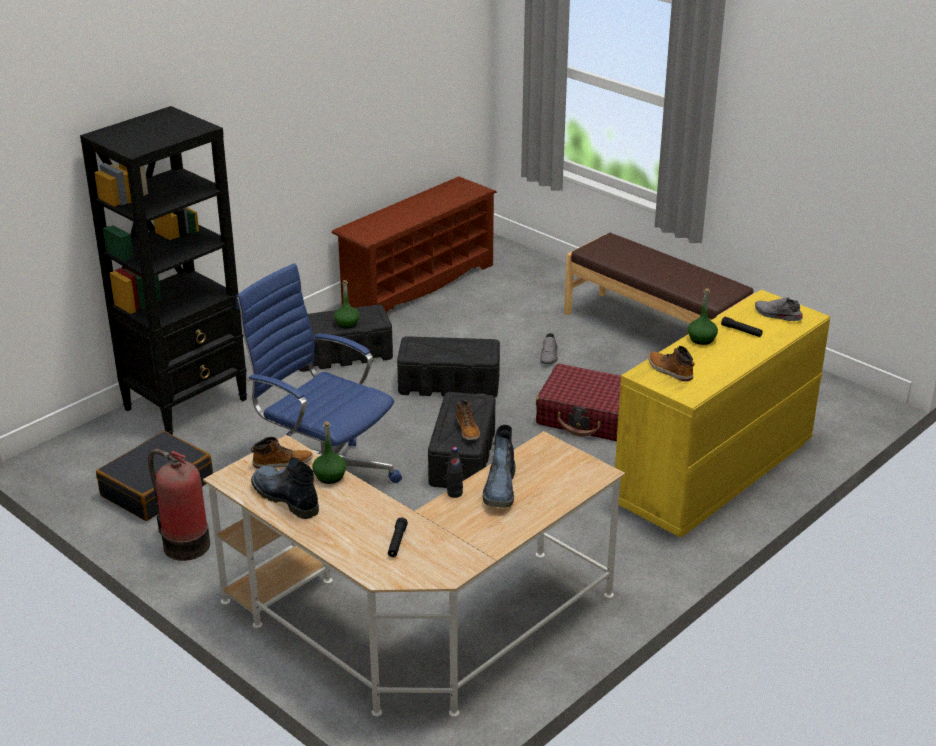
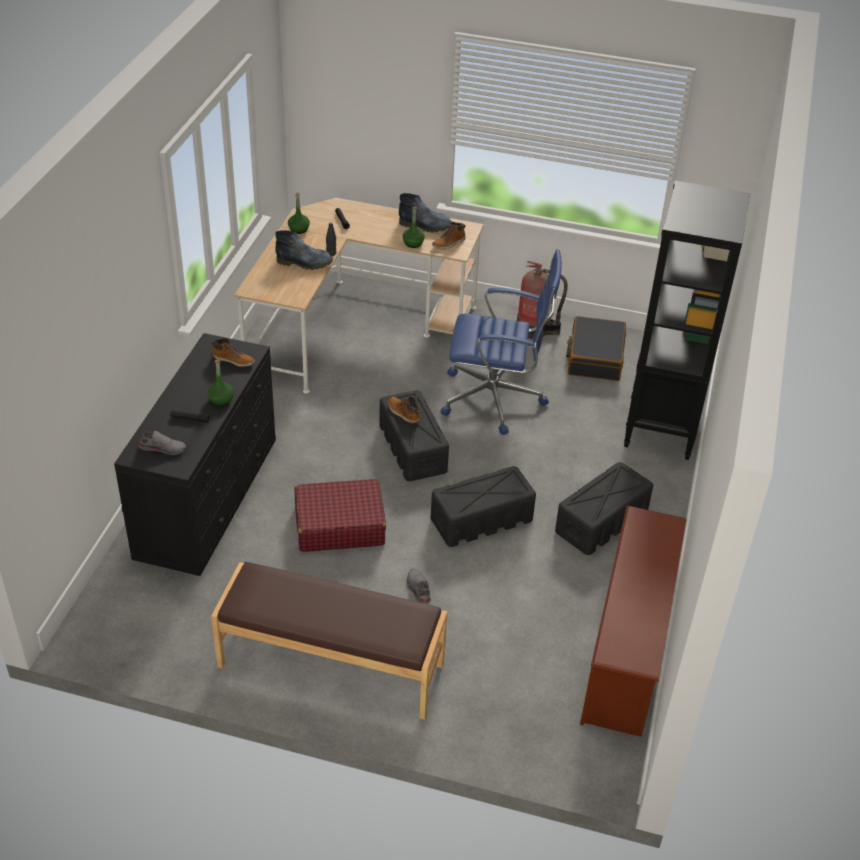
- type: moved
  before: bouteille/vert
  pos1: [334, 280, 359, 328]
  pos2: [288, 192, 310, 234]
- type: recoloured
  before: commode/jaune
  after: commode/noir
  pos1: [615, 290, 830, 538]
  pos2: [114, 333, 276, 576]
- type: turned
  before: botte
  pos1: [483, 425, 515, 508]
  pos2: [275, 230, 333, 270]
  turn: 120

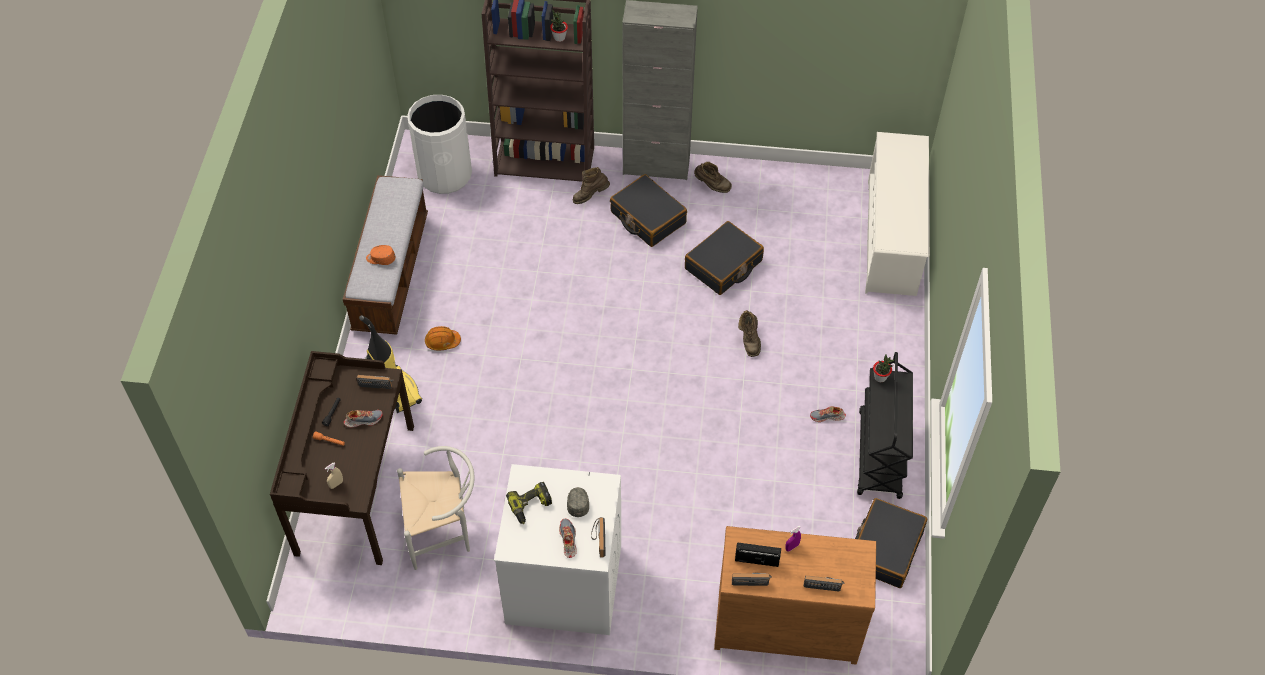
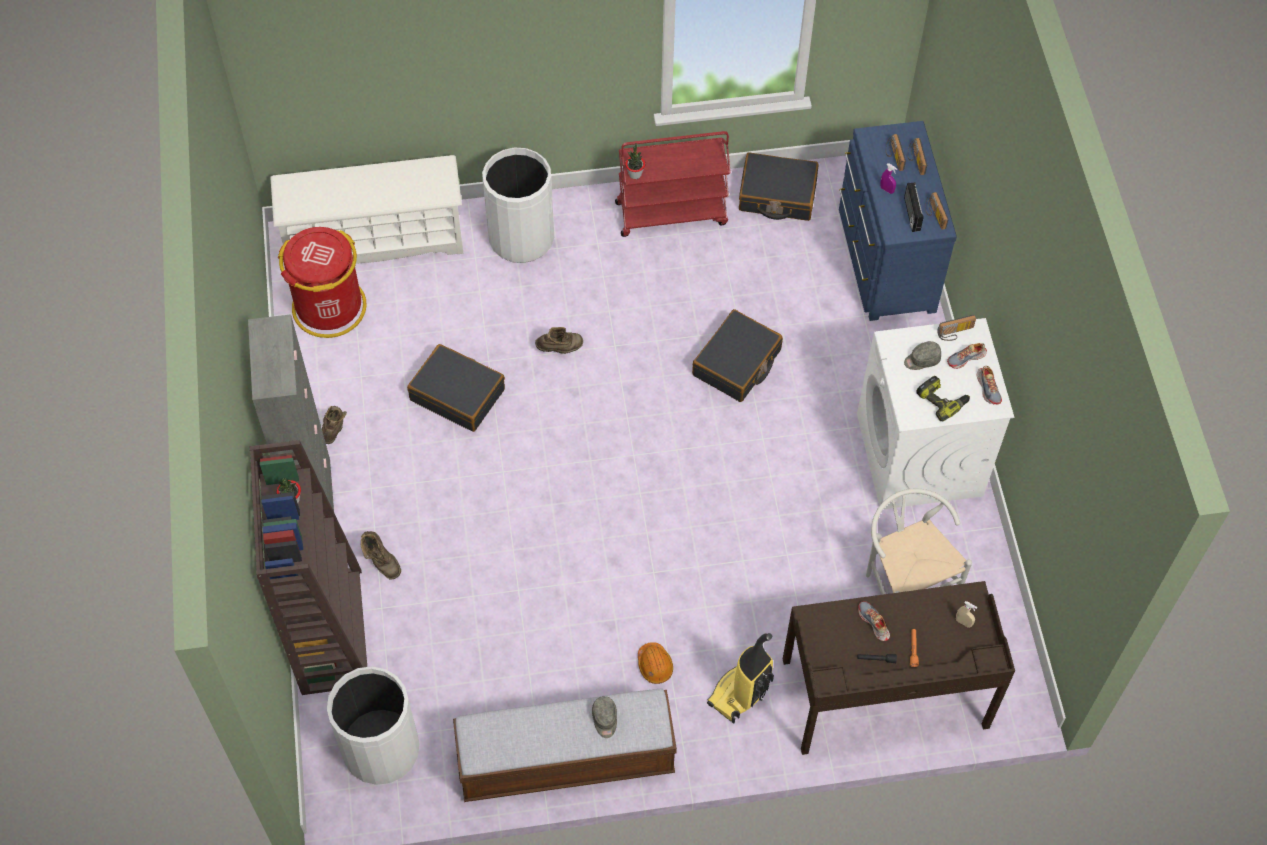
- type: moved
  before: valise/noir
  pos1: [610, 174, 687, 247]
  pos2: [692, 309, 783, 402]
- type: recoloured
  before: casquette/orange
  after: casquette/gris
  pos1: [366, 245, 396, 265]
  pos2: [592, 696, 617, 738]
- type: recoloured
  before: chariot/noir
  after: chariot/rouge
  pos1: [857, 352, 913, 499]
  pos2: [615, 131, 731, 237]
- type: moved
  before: radio
  pos1: [357, 375, 394, 389]
  pos2: [886, 134, 906, 171]
- type: moved
  before: chaussure
  pos1: [810, 406, 846, 422]
  pos2: [977, 366, 1002, 405]
- type: recoloured
  before: commode/marron
  after: commode/bleu
  pos1: [714, 526, 876, 664]
  pos2: [839, 121, 957, 321]
- type: added
  after: poubelle/blanc
  pos2: [482, 147, 554, 263]
- type: added
  after: poubelle/rouge
  pos2: [278, 227, 367, 338]

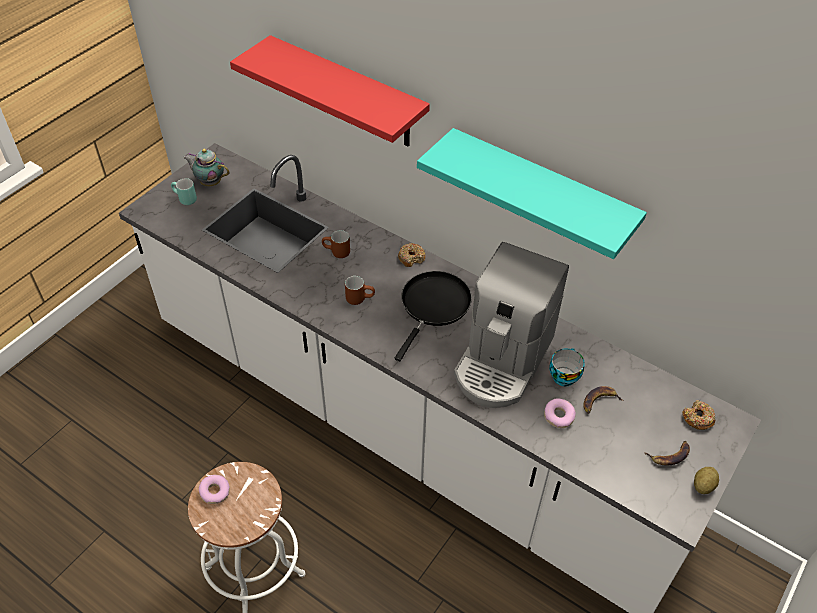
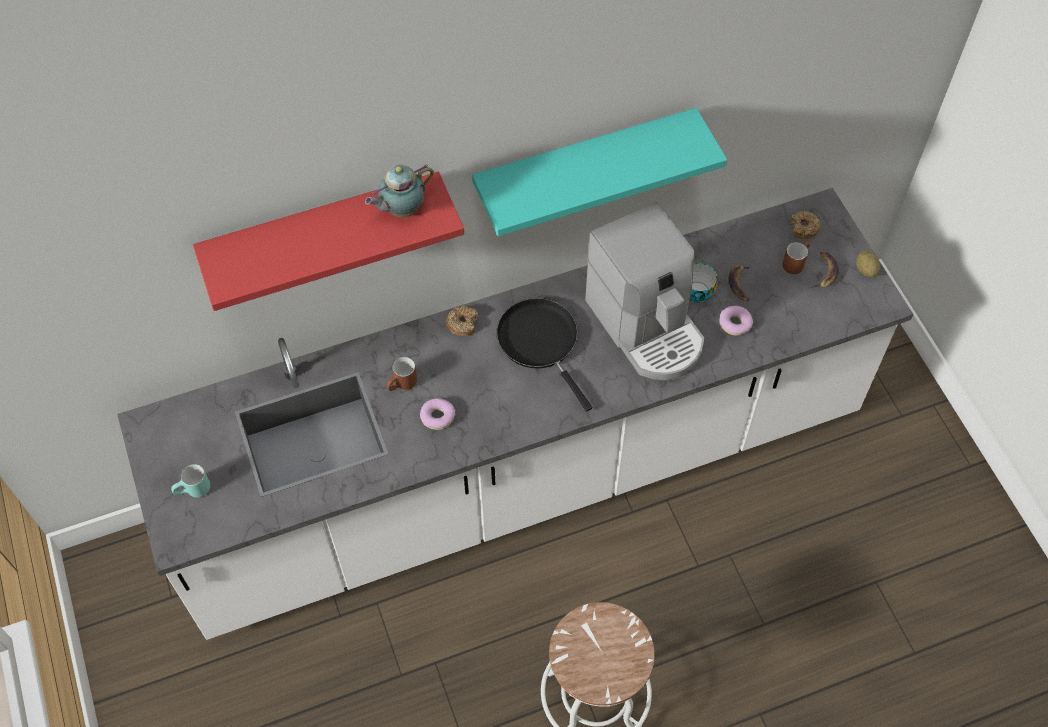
- type: moved
  before: théière
  pos1: [183, 149, 229, 186]
  pos2: [365, 164, 434, 218]
- type: moved
  before: mug/marron
  pos1: [345, 276, 375, 305]
  pos2: [783, 241, 810, 274]
- type: moved
  before: beignet
  pos1: [199, 475, 230, 504]
  pos2: [420, 398, 455, 430]

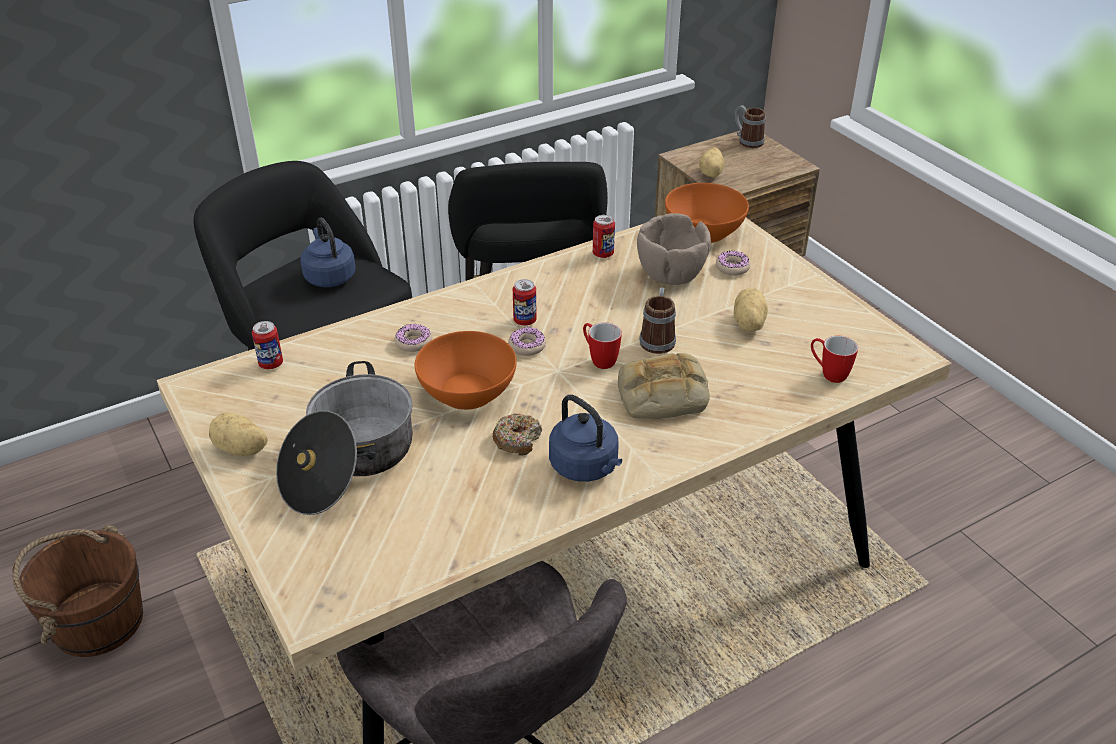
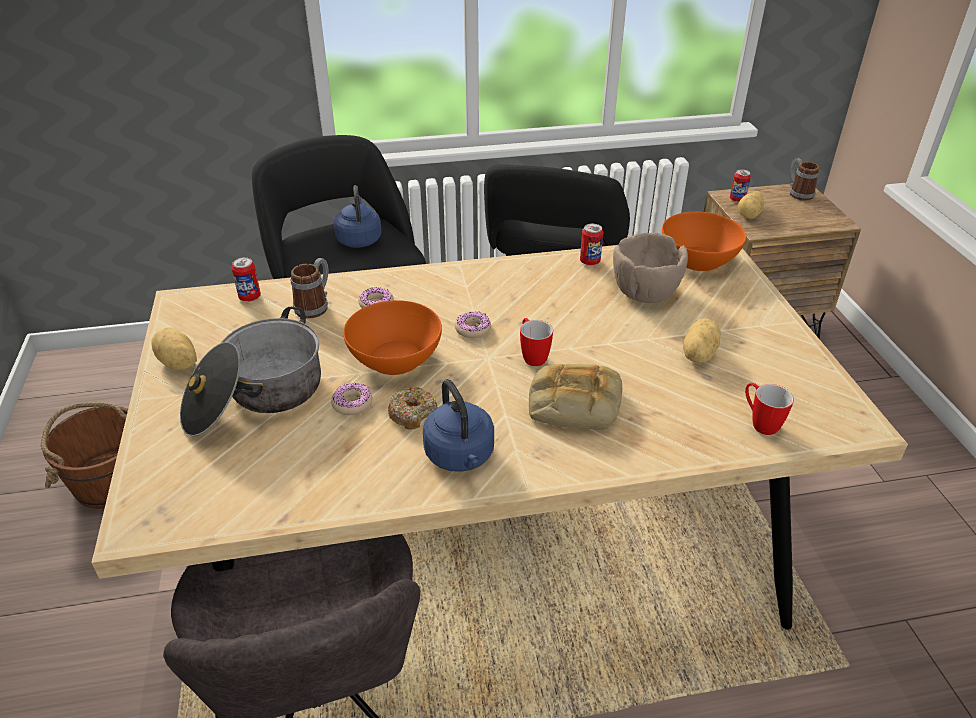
- type: moved
  before: beignet
  pos1: [716, 251, 750, 276]
  pos2: [331, 383, 372, 415]
- type: moved
  before: boîte métallique
  pos1: [513, 279, 537, 326]
  pos2: [730, 169, 751, 202]
- type: moved
  before: mug
  pos1: [639, 288, 676, 354]
  pos2: [290, 258, 328, 319]

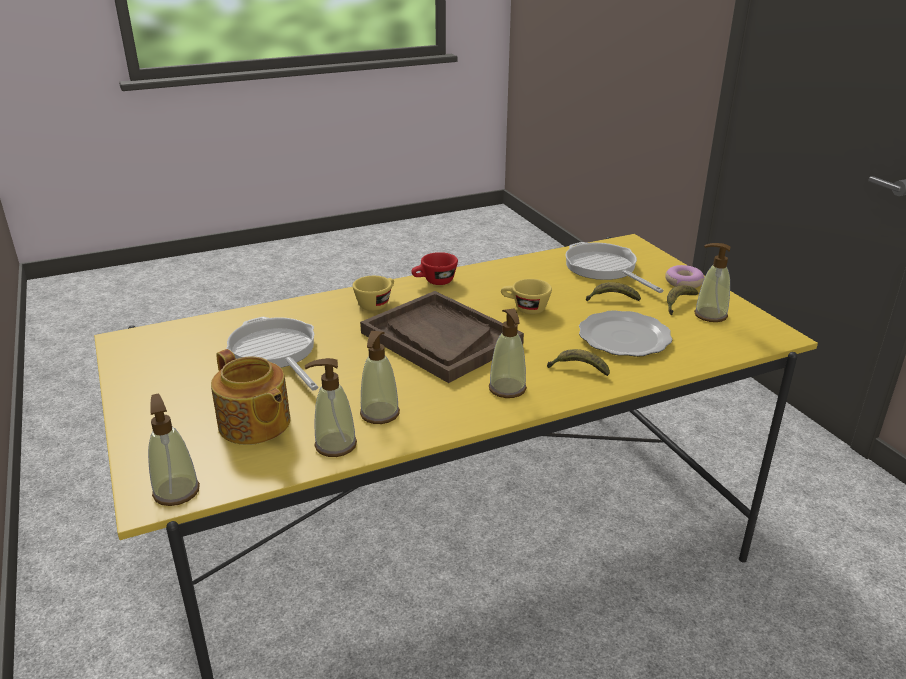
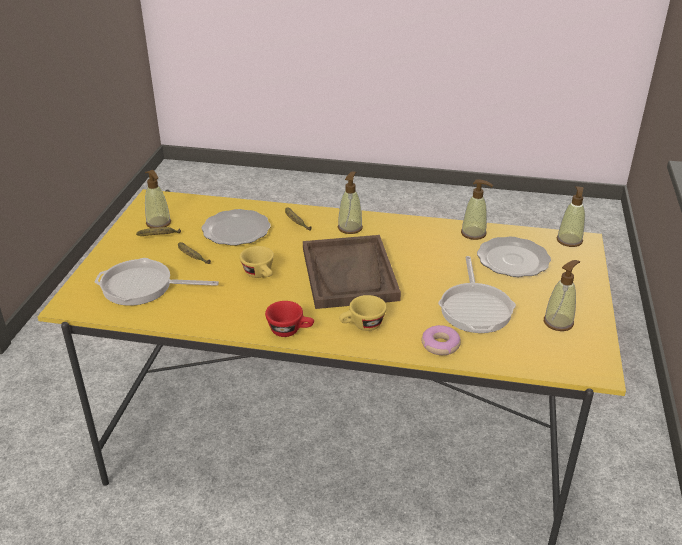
- type: turned
  before: poêle
  pos1: [566, 242, 664, 293]
  pos2: [95, 258, 219, 306]
  turn: 90
- type: moved
  before: beignet
  pos1: [665, 265, 704, 288]
  pos2: [421, 325, 461, 355]
- type: moved
  before: distributeur de savon
  pos1: [360, 331, 400, 424]
  pos2: [544, 260, 580, 331]
- type: replaced
  before: théière
  after: assiette
  pos1: [211, 349, 291, 445]
  pos2: [477, 236, 551, 277]

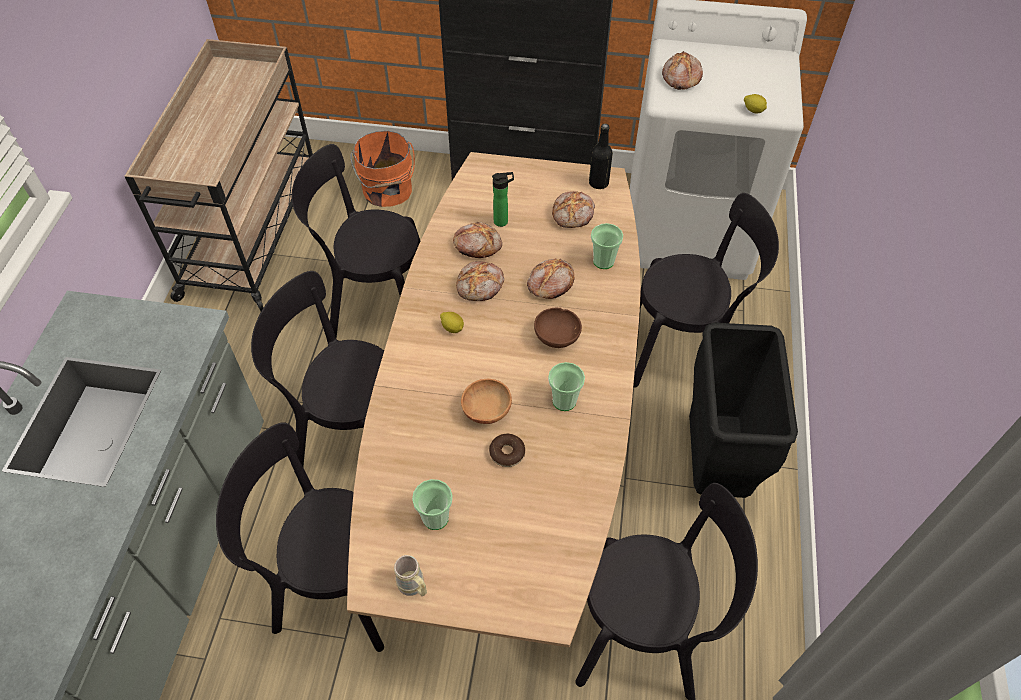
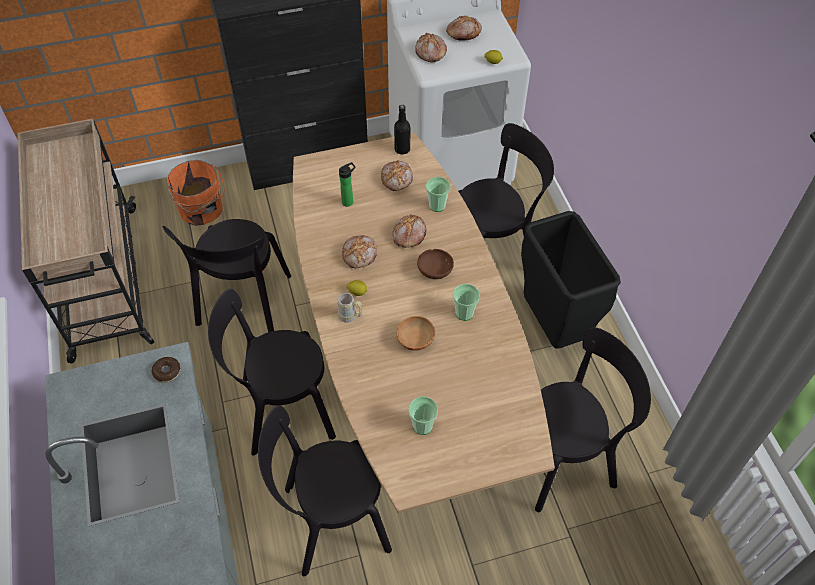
- type: turned
  before: chaise/noir
  pos1: [292, 144, 420, 338]
  pos2: [163, 219, 291, 332]
  turn: -60
- type: moved
  before: pain
  pos1: [453, 222, 502, 258]
  pos2: [446, 16, 482, 40]
- type: moved
  before: beignet
  pos1: [489, 434, 525, 467]
  pos2: [151, 357, 181, 383]
- type: moved
  before: mug/beige
  pos1: [394, 555, 427, 596]
  pos2: [338, 293, 362, 323]

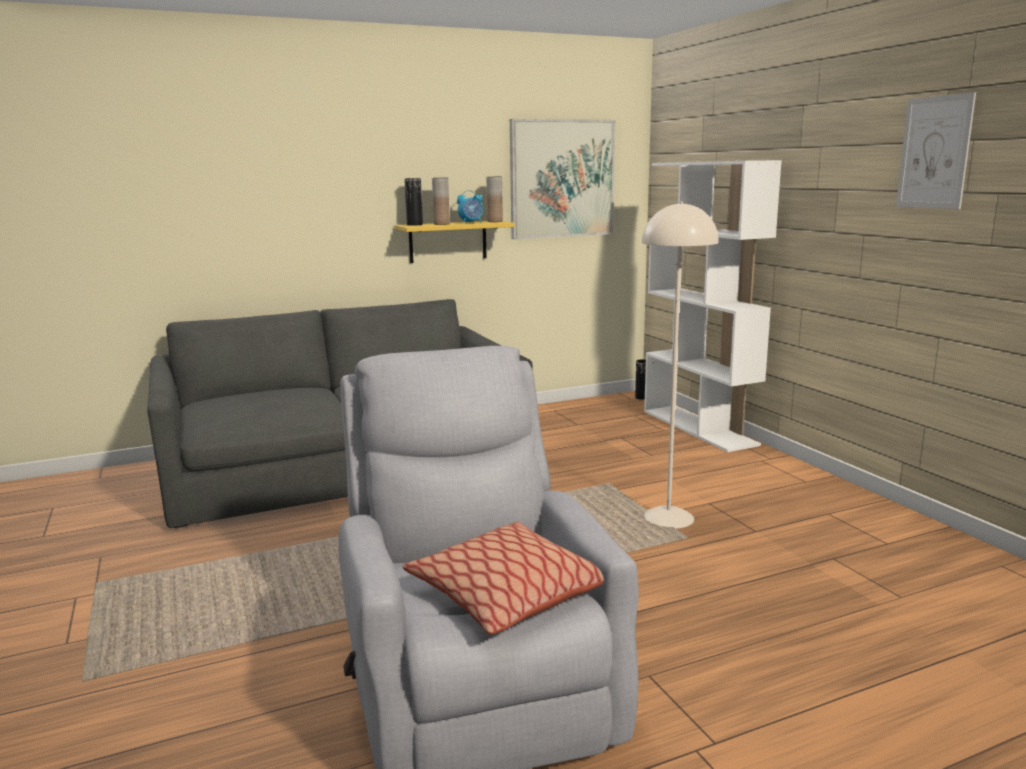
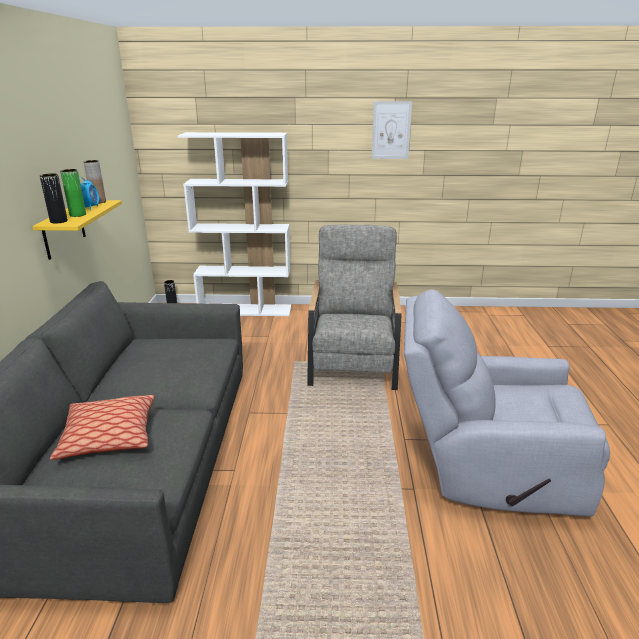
- type: removed
  before: tableau
  pos1: [510, 119, 615, 239]
- type: recoloured
  before: vase/marron
  after: vase/vert
  pos1: [432, 178, 450, 225]
  pos2: [60, 169, 86, 217]
- type: replaced
  before: lampadaire/beige
  after: fauteuil/gris
  pos1: [642, 202, 719, 529]
  pos2: [307, 224, 401, 390]
- type: moved
  before: coussin
  pos1: [403, 522, 604, 635]
  pos2: [50, 395, 155, 460]

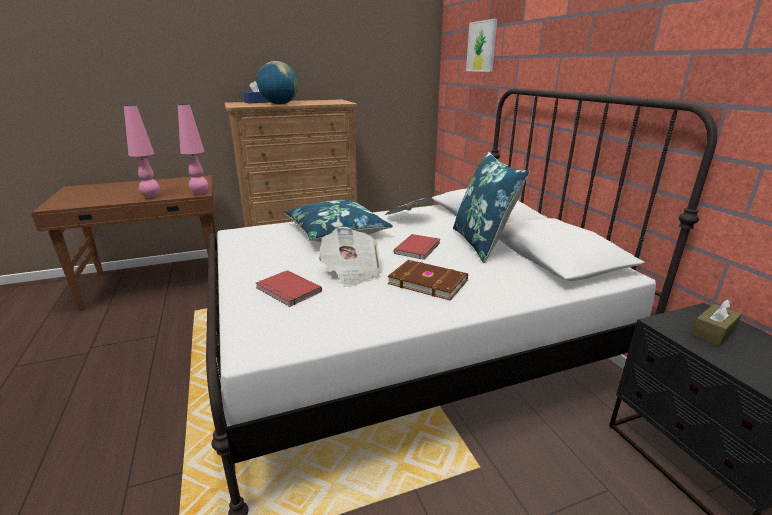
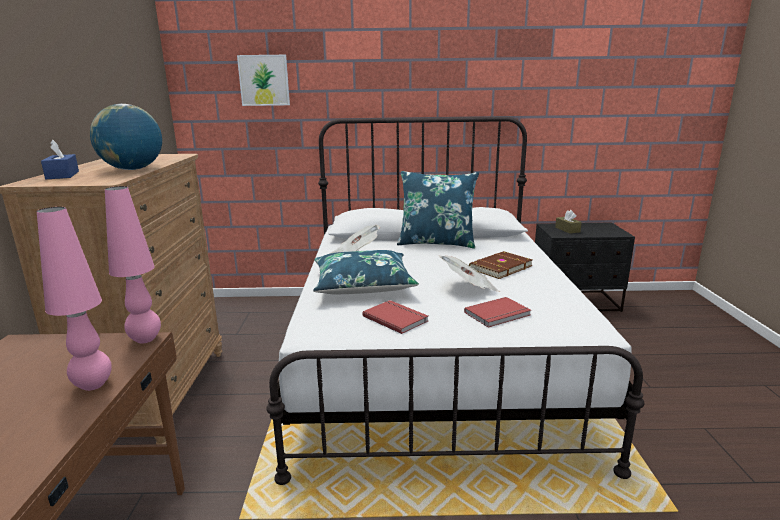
- type: moved
  before: livre/rouge
  pos1: [393, 234, 440, 260]
  pos2: [363, 300, 428, 334]

